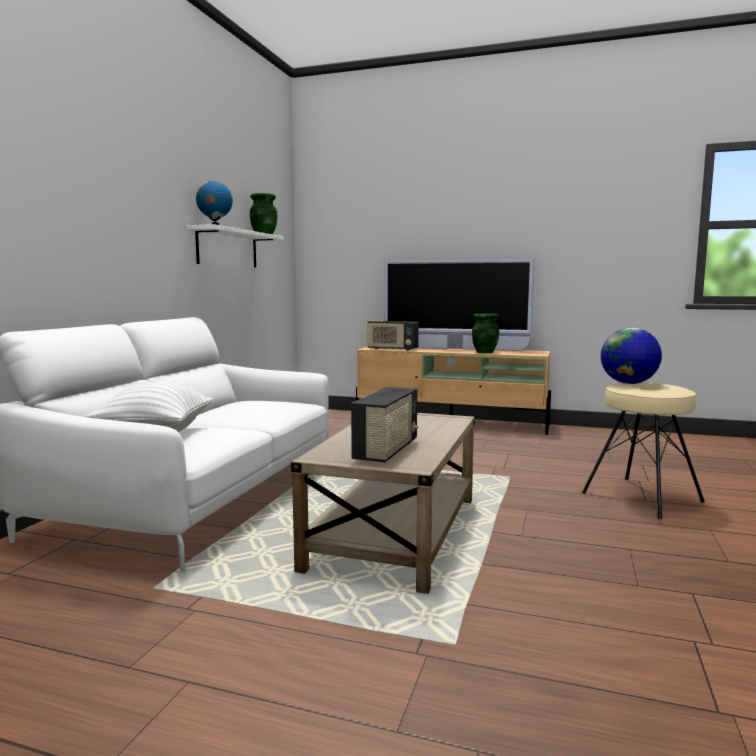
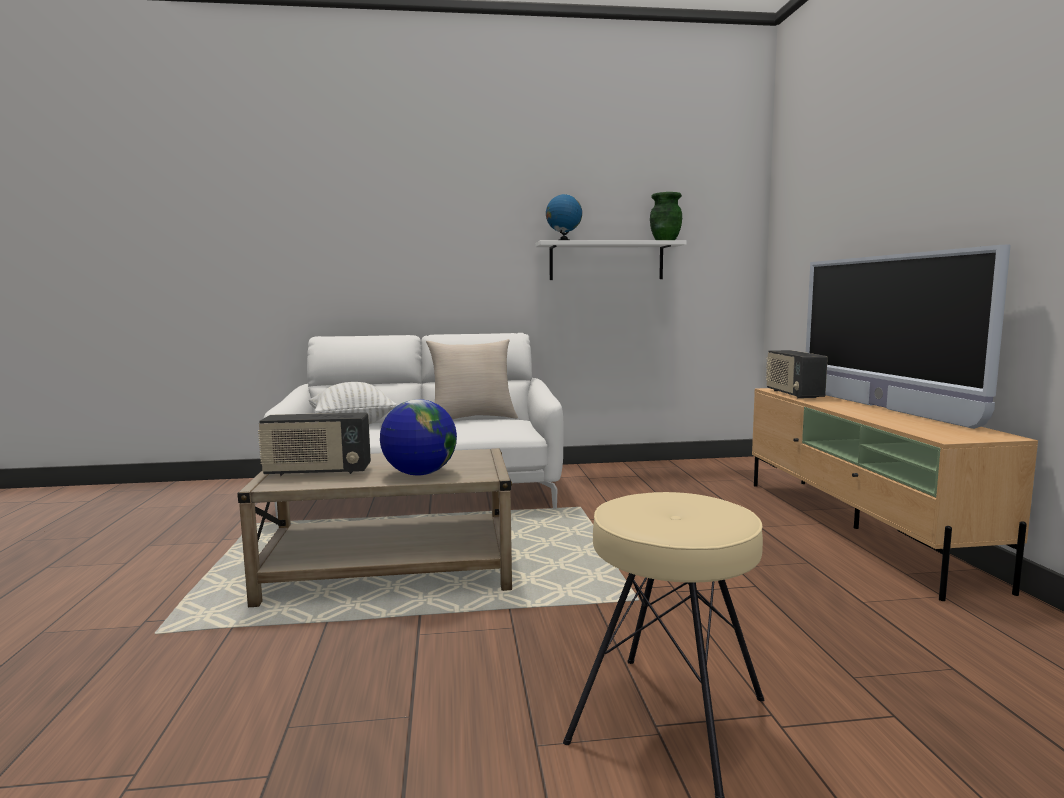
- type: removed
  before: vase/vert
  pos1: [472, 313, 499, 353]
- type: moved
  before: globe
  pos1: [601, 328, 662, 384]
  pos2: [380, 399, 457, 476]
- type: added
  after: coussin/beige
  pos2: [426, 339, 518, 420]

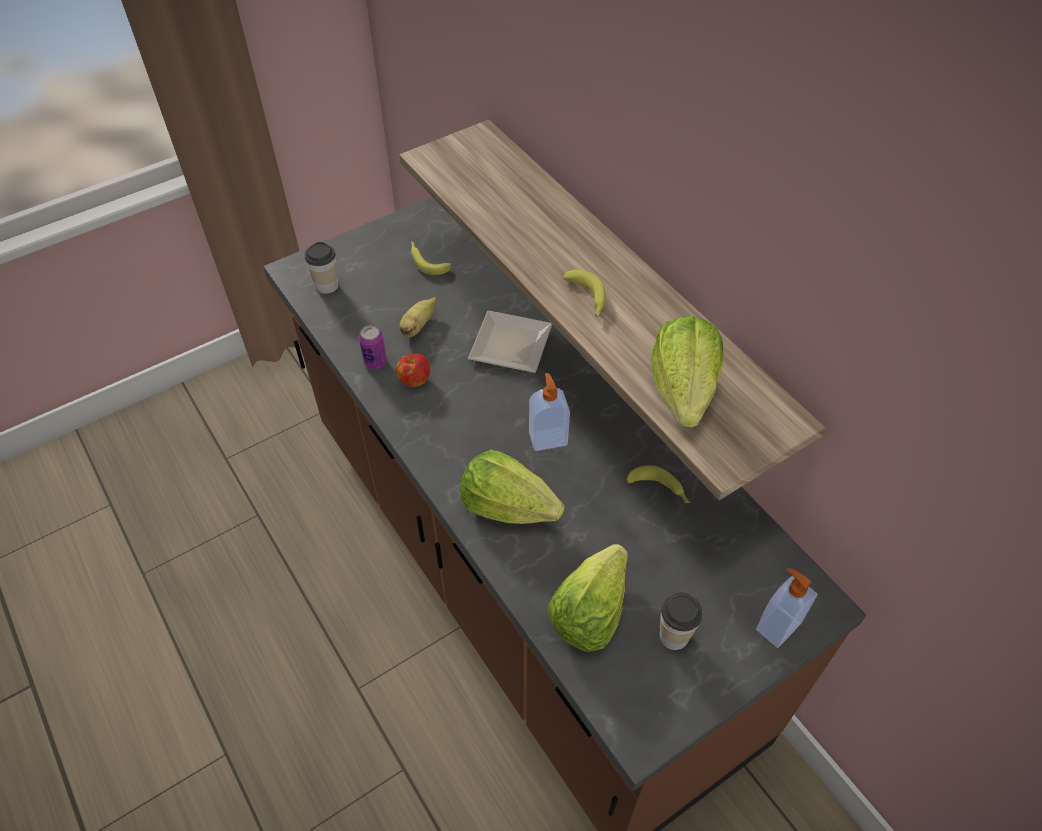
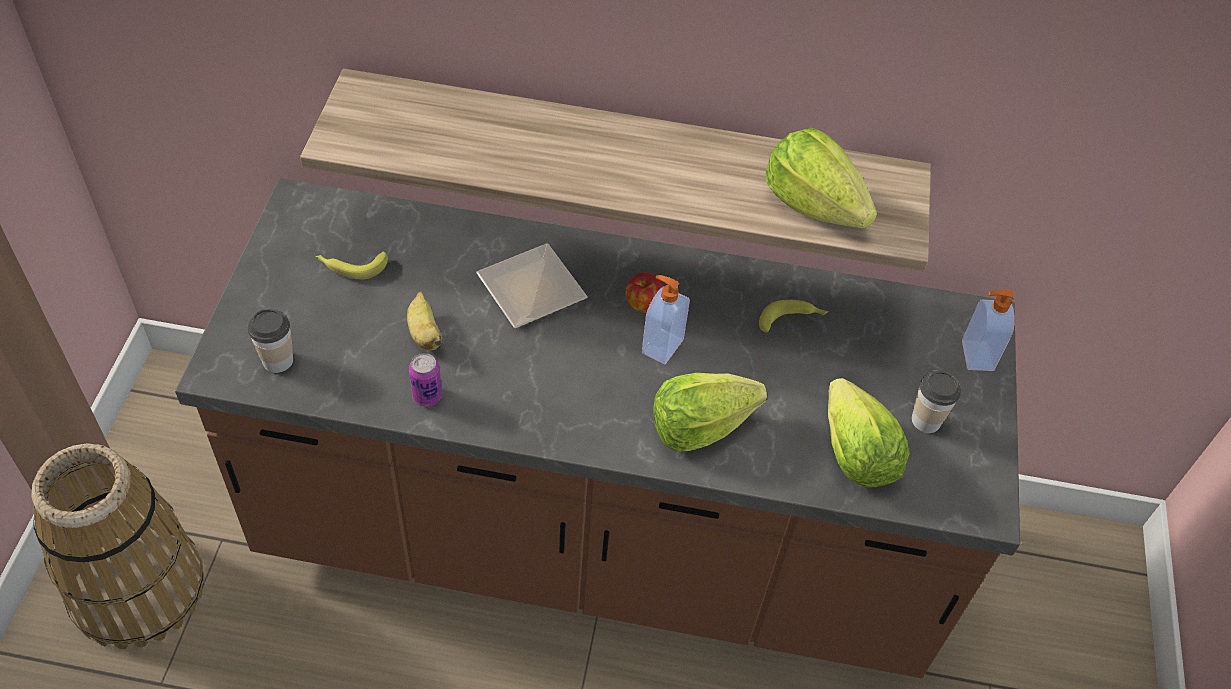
- type: removed
  before: banane
  pos1: [563, 270, 606, 317]
- type: moved
  before: pomme
  pos1: [396, 353, 430, 387]
  pos2: [625, 272, 663, 313]
- type: added
  after: panier
  pos2: [31, 443, 205, 649]

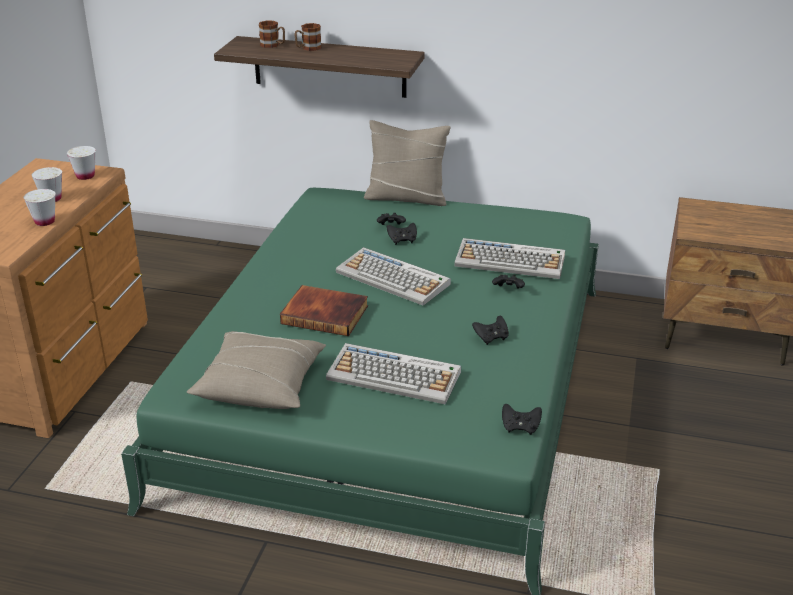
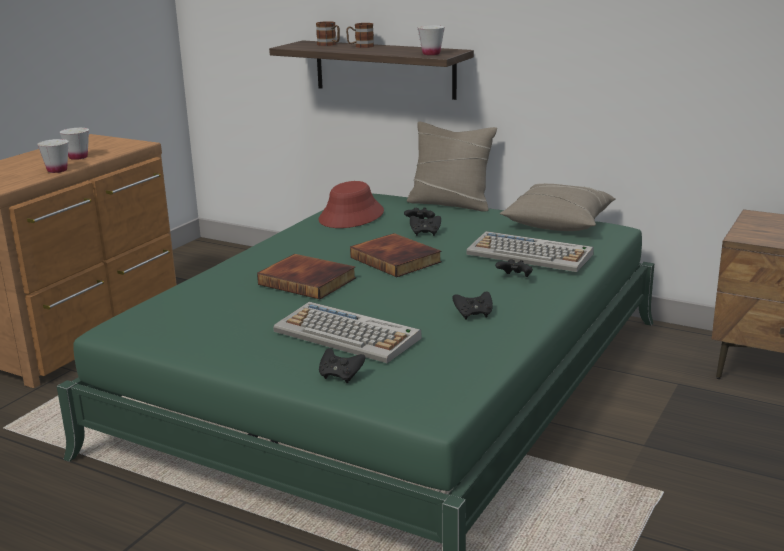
- type: moved
  before: tasse/blanc
  pos1: [67, 146, 96, 180]
  pos2: [418, 26, 445, 55]
- type: replaced
  before: clavier
  after: livre
  pos1: [336, 247, 451, 306]
  pos2: [350, 233, 442, 277]
- type: moved
  before: coussin/beige
  pos1: [187, 331, 326, 409]
  pos2: [500, 183, 616, 231]
- type: moved
  before: manette/noir
  pos1: [502, 404, 542, 435]
  pos2: [319, 348, 365, 383]
- type: added
  after: chapeau/rouge
  pos2: [319, 181, 384, 228]

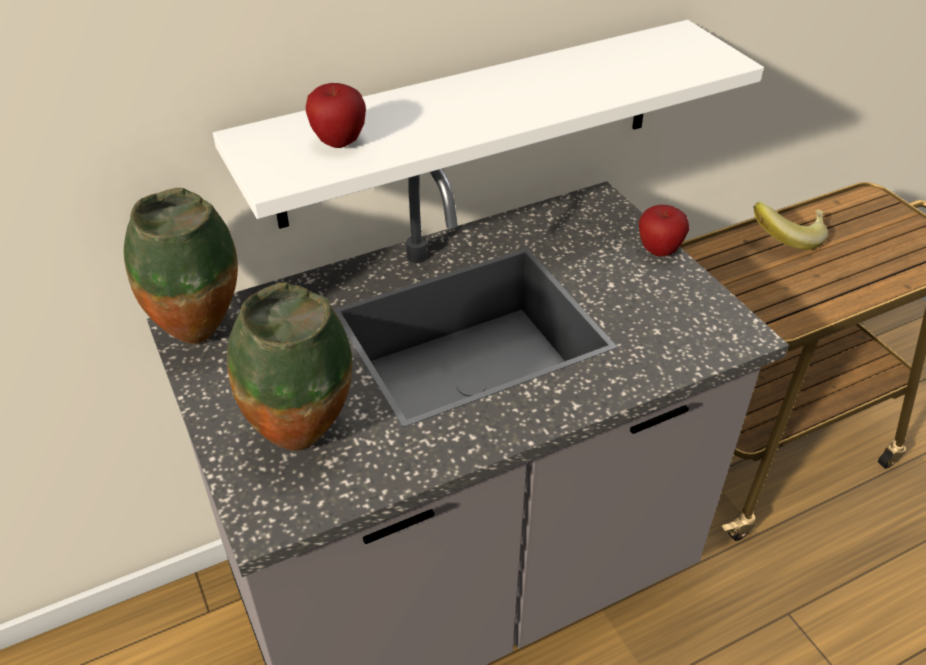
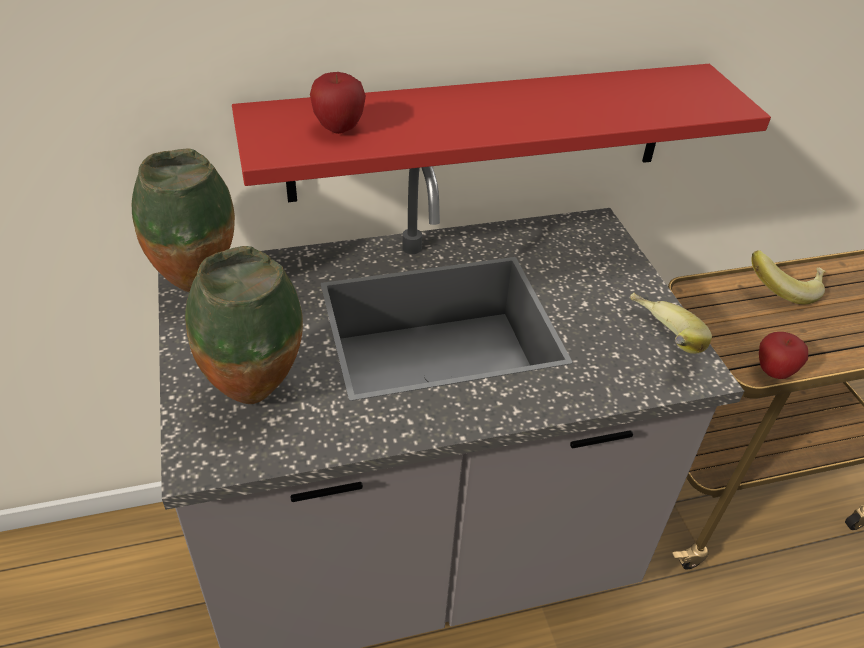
- type: recoloured
  before: étagère/blanc
  after: étagère/rouge
  pos1: [213, 20, 764, 229]
  pos2: [232, 64, 771, 202]
- type: moved
  before: pomme
  pos1: [639, 205, 689, 257]
  pos2: [759, 332, 808, 379]
- type: added
  after: banane
  pos2: [630, 293, 712, 354]

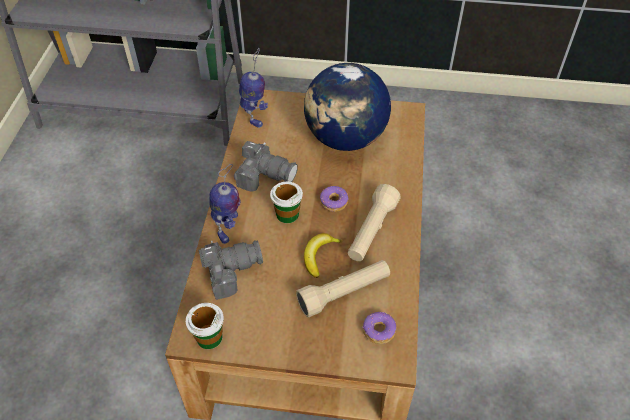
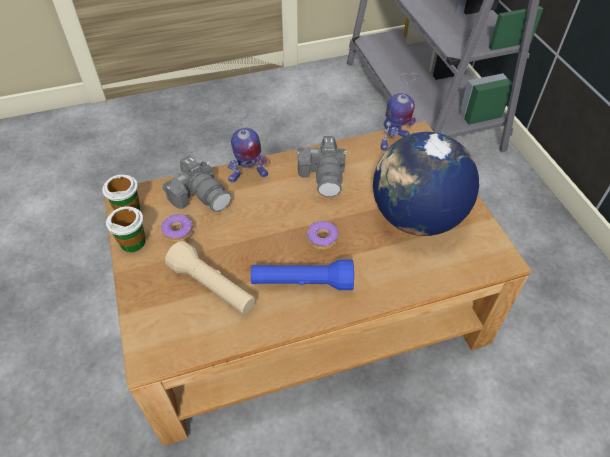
- type: moved
  before: tasse
  pos1: [270, 182, 303, 223]
  pos2: [106, 207, 146, 252]
- type: recoloured
  before: lampe de poche/beige
  after: lampe de poche/bleu
  pos1: [347, 184, 401, 261]
  pos2: [251, 260, 354, 290]
- type: removed
  before: banane
  pos1: [304, 233, 342, 278]
- type: moved
  before: beignet
  pos1: [362, 312, 396, 344]
  pos2: [161, 214, 193, 242]

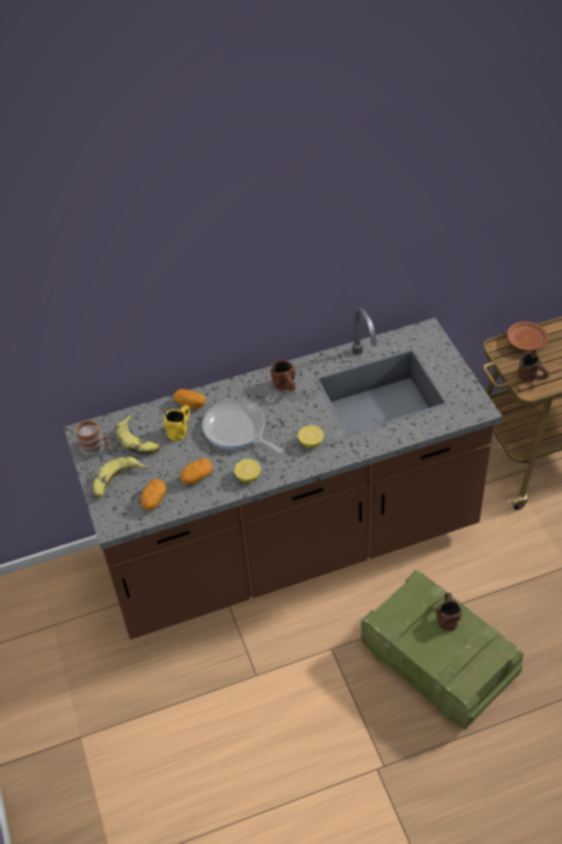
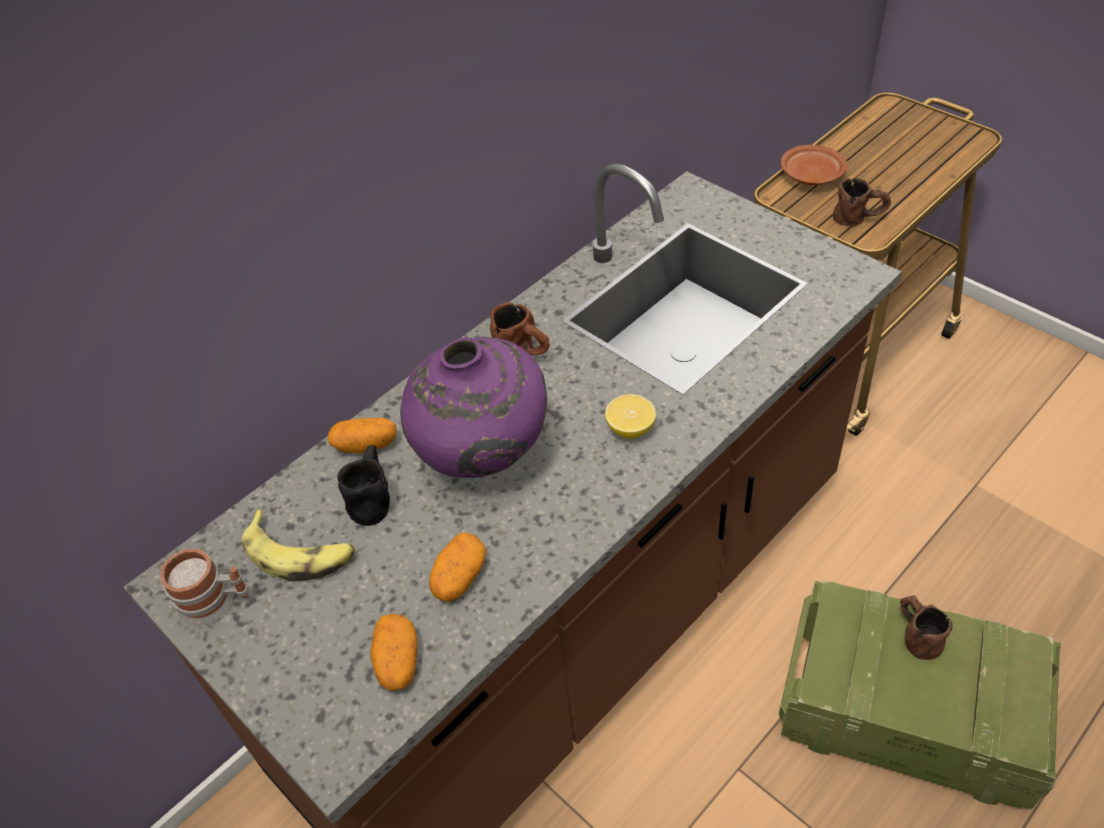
- type: replaced
  before: poêle
  after: vase/violet
  pos1: [202, 399, 283, 453]
  pos2: [400, 337, 547, 478]
- type: recoloured
  before: mug/jaune
  after: mug/noir
  pos1: [164, 405, 190, 441]
  pos2: [337, 445, 390, 526]
- type: removed
  before: banane
  pos1: [93, 457, 146, 498]
- type: removed
  before: citron
  pos1: [234, 459, 261, 482]

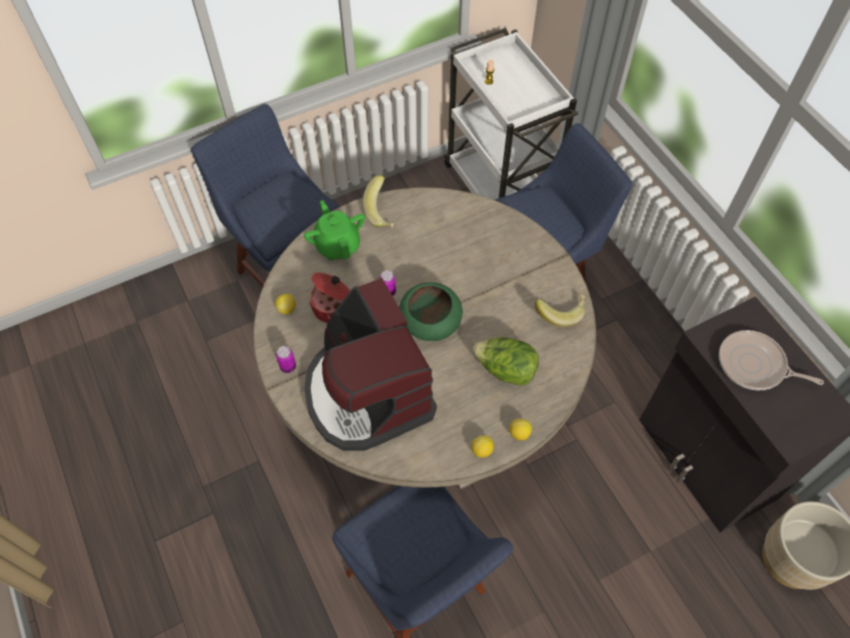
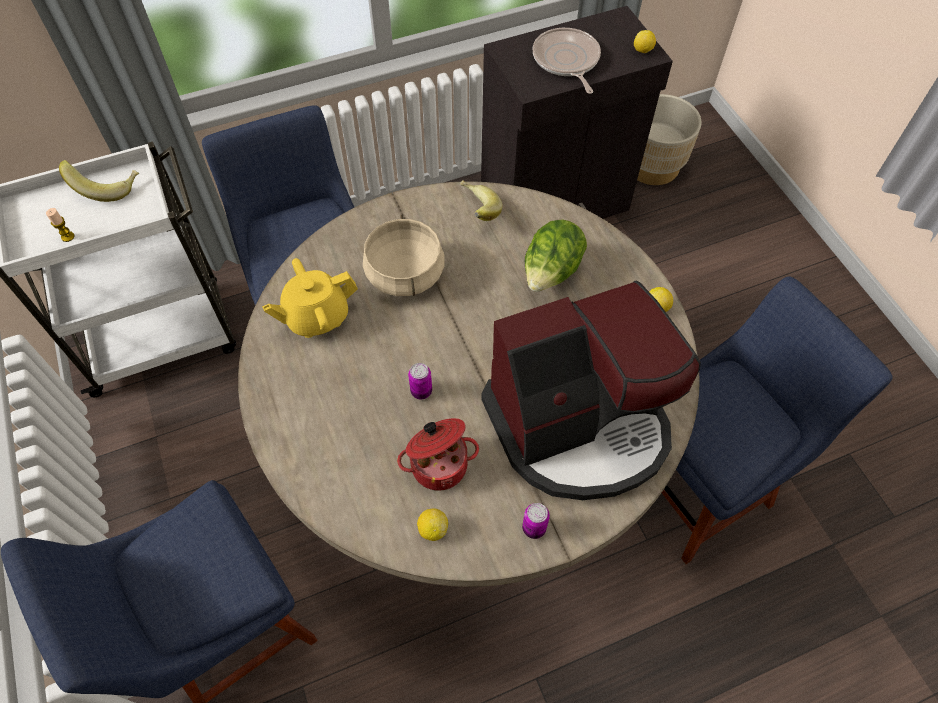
- type: moved
  before: banane
  pos1: [363, 175, 394, 228]
  pos2: [59, 160, 139, 202]
- type: removed
  before: théière/vert
  pos1: [304, 200, 365, 260]
- type: removed
  before: bol/vert
  pos1: [399, 282, 463, 341]
- type: turned
  before: poêle
  pos1: [719, 330, 824, 391]
  pos2: [533, 28, 601, 94]
  turn: 135
- type: moved
  before: citron
  pos1: [509, 418, 532, 440]
  pos2: [634, 30, 656, 53]
- type: added
  after: marmite/beige
  pos2: [363, 215, 445, 296]
- type: added
  after: théière/jaune
  pos2: [262, 258, 358, 338]

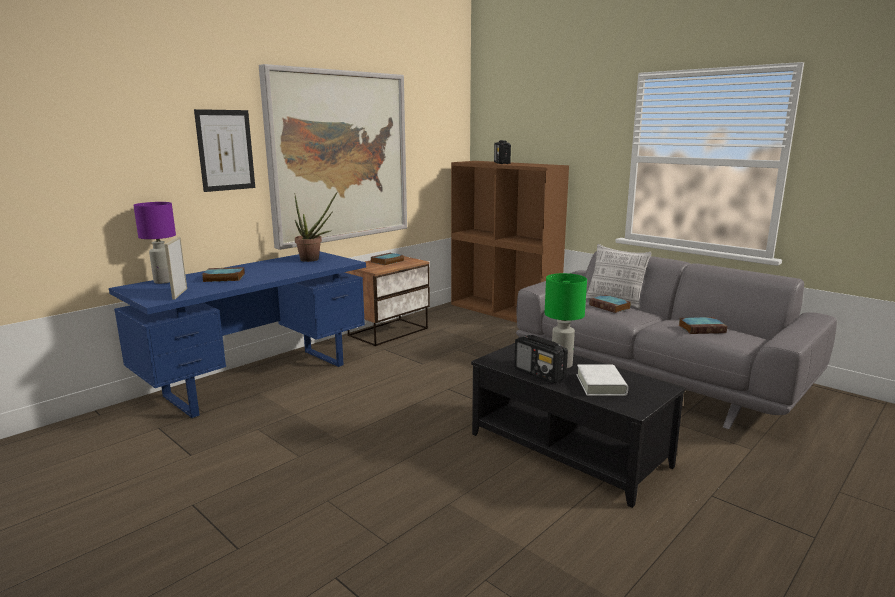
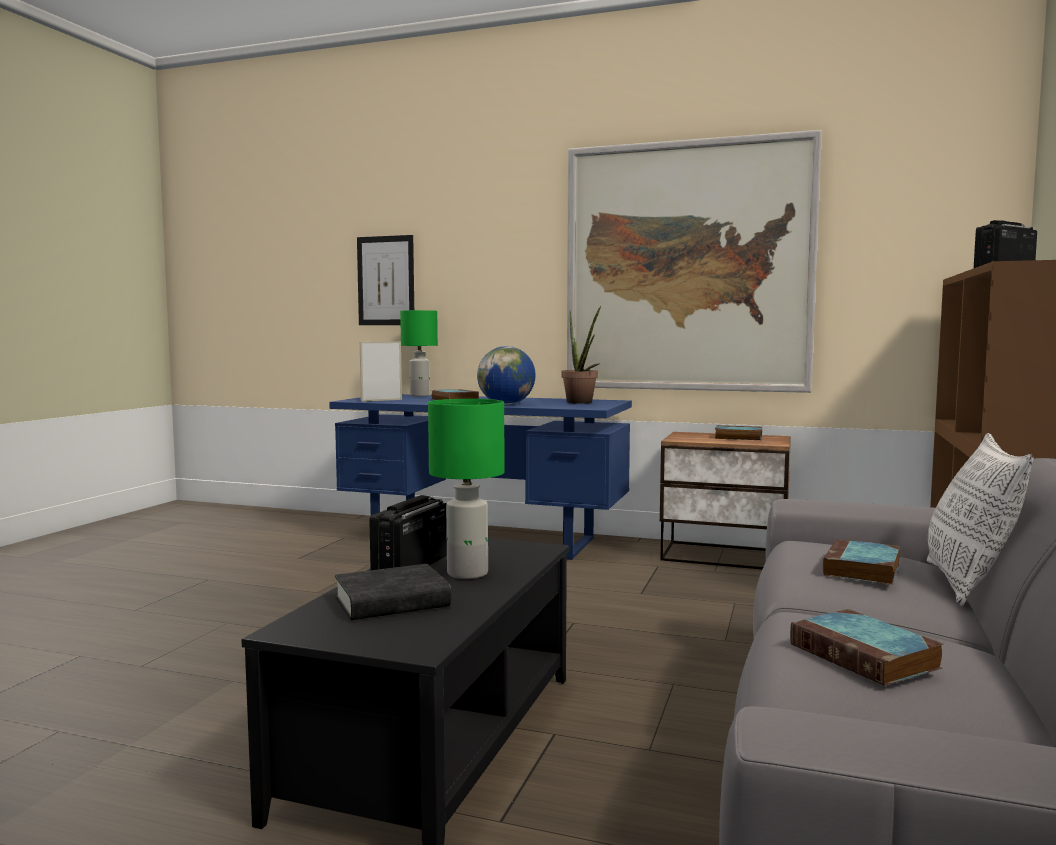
- type: moved
  before: tableau
  pos1: [194, 109, 255, 192]
  pos2: [357, 235, 414, 325]
- type: recoloured
  before: lampe de table/violet
  after: lampe de table/vert
  pos1: [133, 202, 176, 284]
  pos2: [400, 310, 438, 396]
- type: recoloured
  before: livre/blanc
  after: livre/noir
  pos1: [577, 364, 628, 396]
  pos2: [335, 564, 451, 620]
- type: added
  after: globe
  pos2: [477, 346, 536, 405]

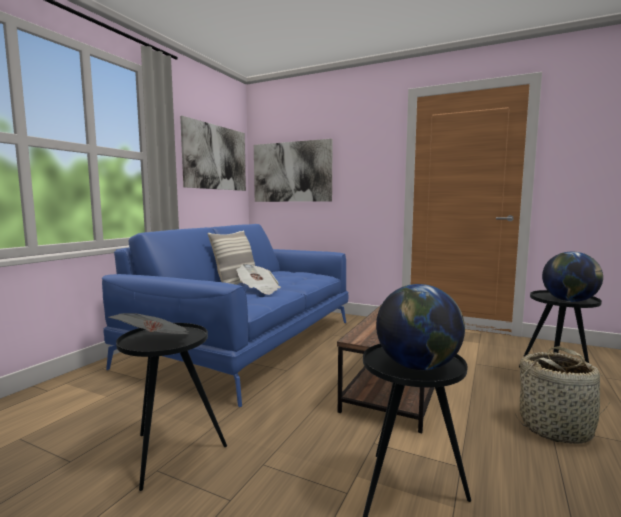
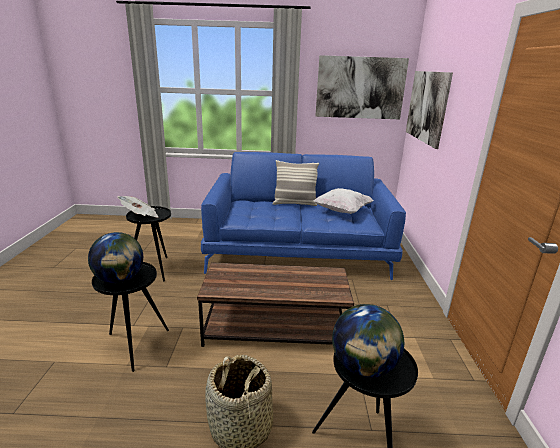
- type: removed
  before: journal
  pos1: [236, 264, 281, 295]
- type: added
  after: coussin/blanc
  pos2: [313, 188, 373, 214]

